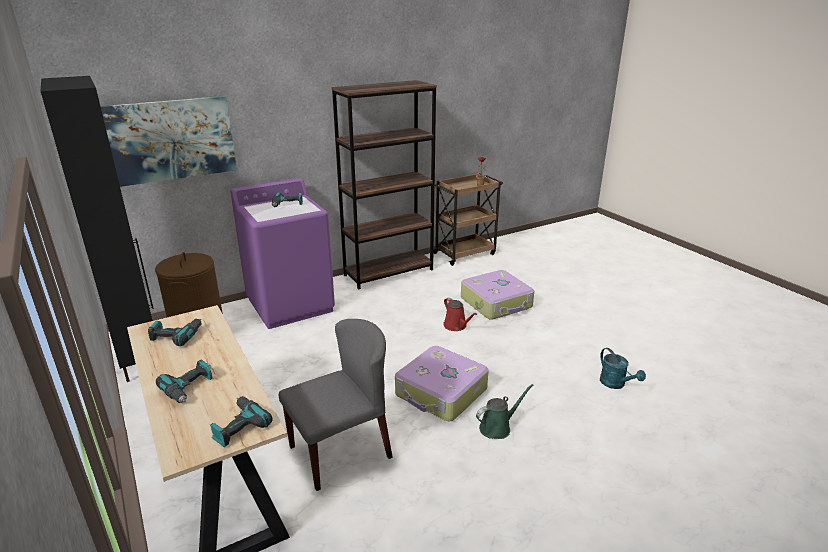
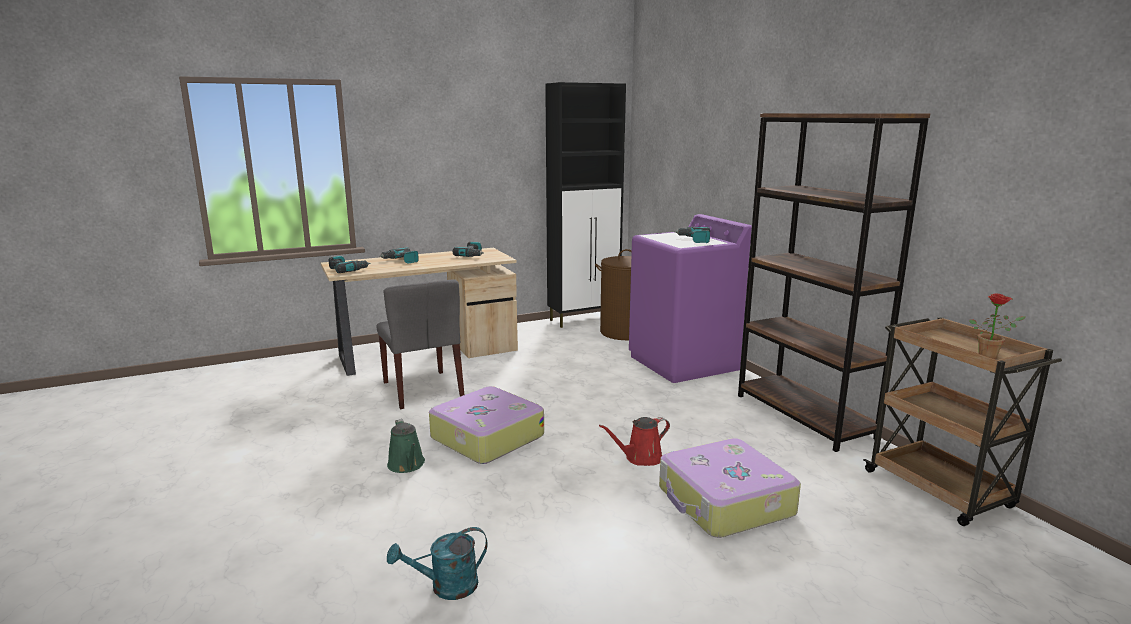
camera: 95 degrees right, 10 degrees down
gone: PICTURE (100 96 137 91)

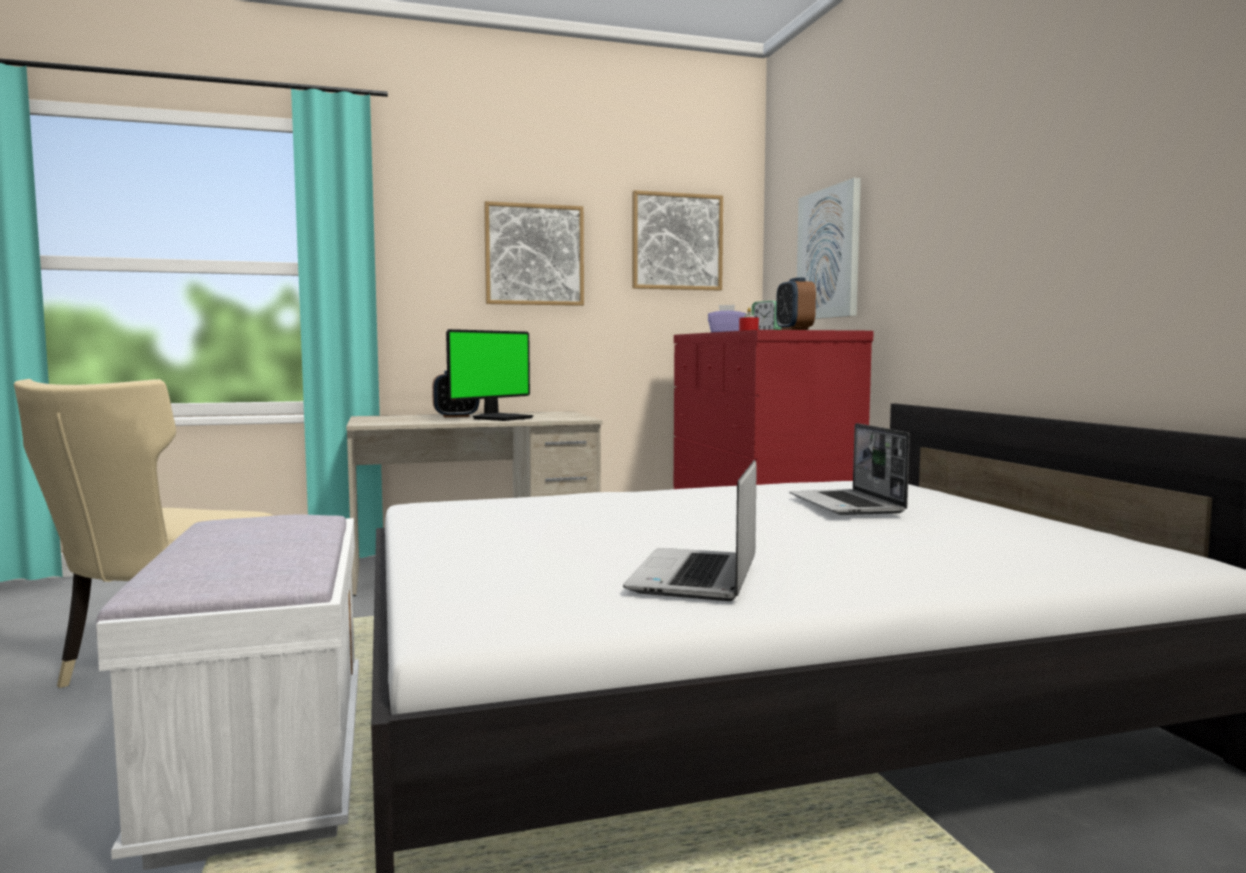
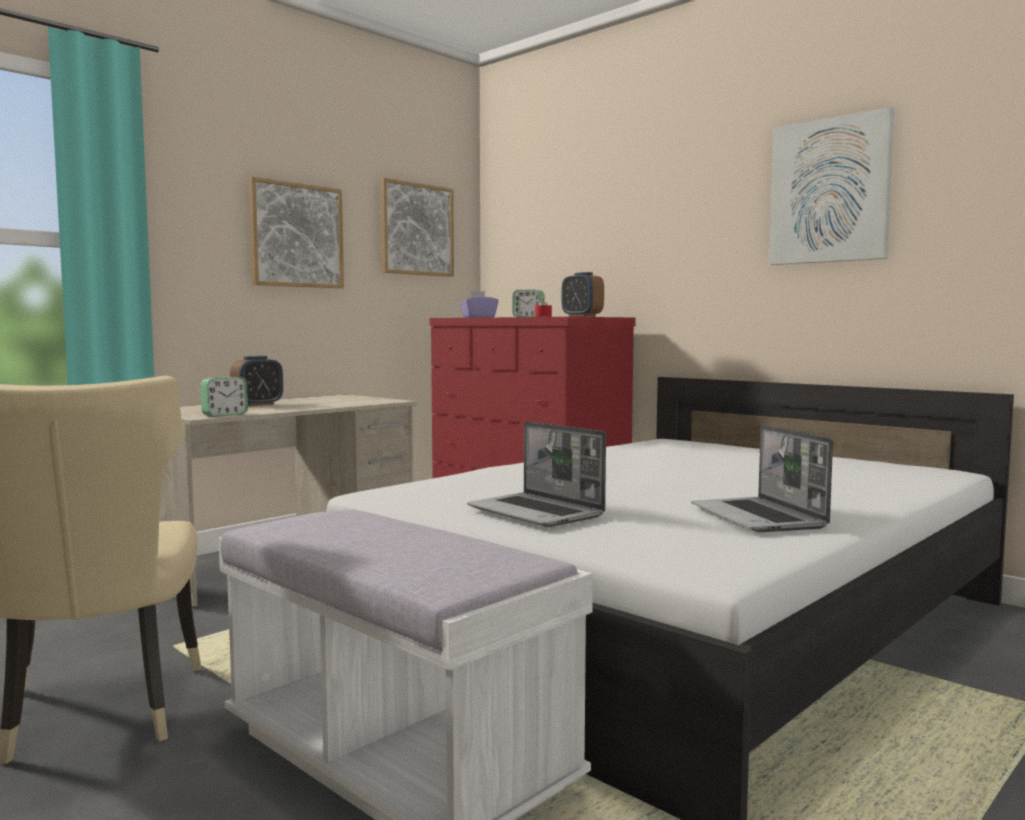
camera: 30 degrees left, 0 degrees up
gone: MONITOR (446 329 87 92)
new: ALARM CLOCK (200 377 48 40)
shifted: PORTABLE COMPUTER (789 423 121 92) to (467 421 139 106); PICTURE (797 178 64 141) to (769 107 125 158)

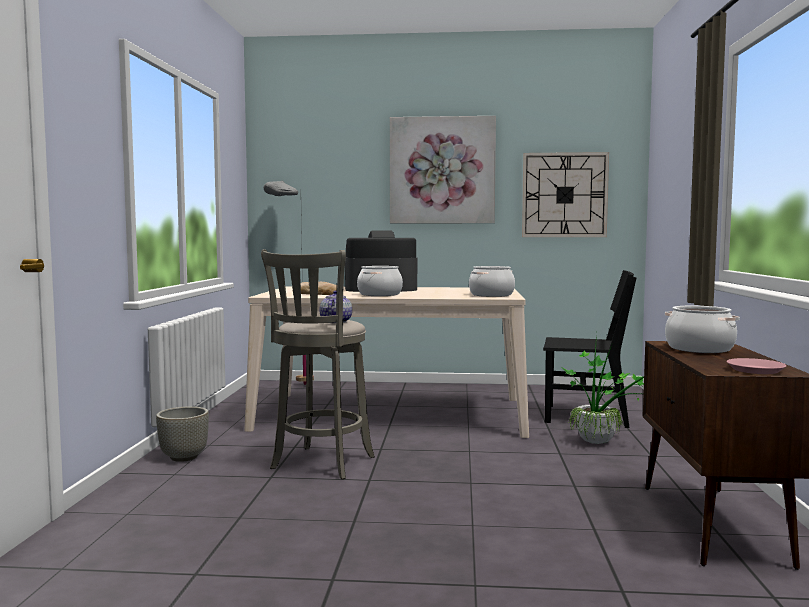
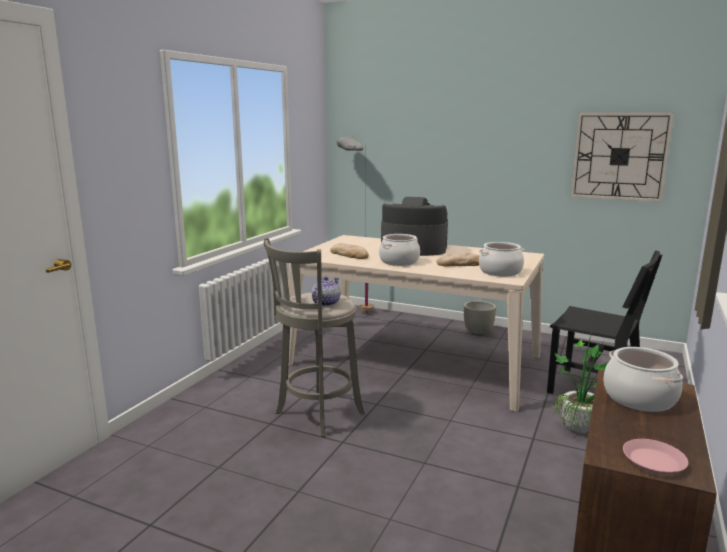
camera: 20 degrees right, 10 degrees up
gone: PICTURE (390 116 106 107)
new: BAKED BREAD (436 253 44 14)
shifted: GREY PLANT POT (156 406 53 56) to (464 301 32 35)

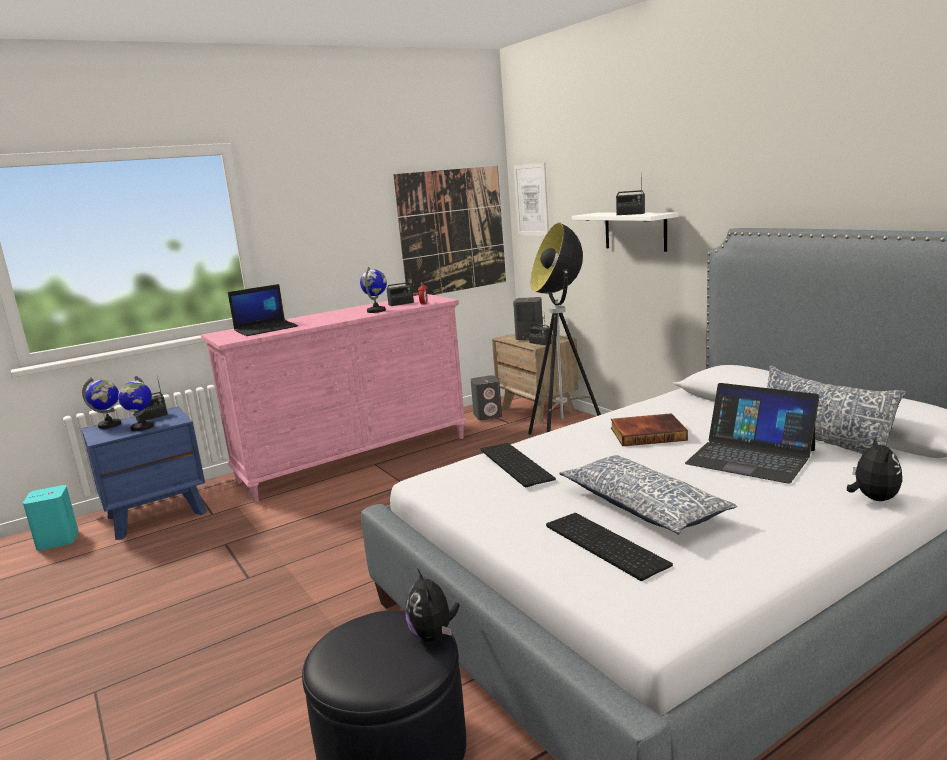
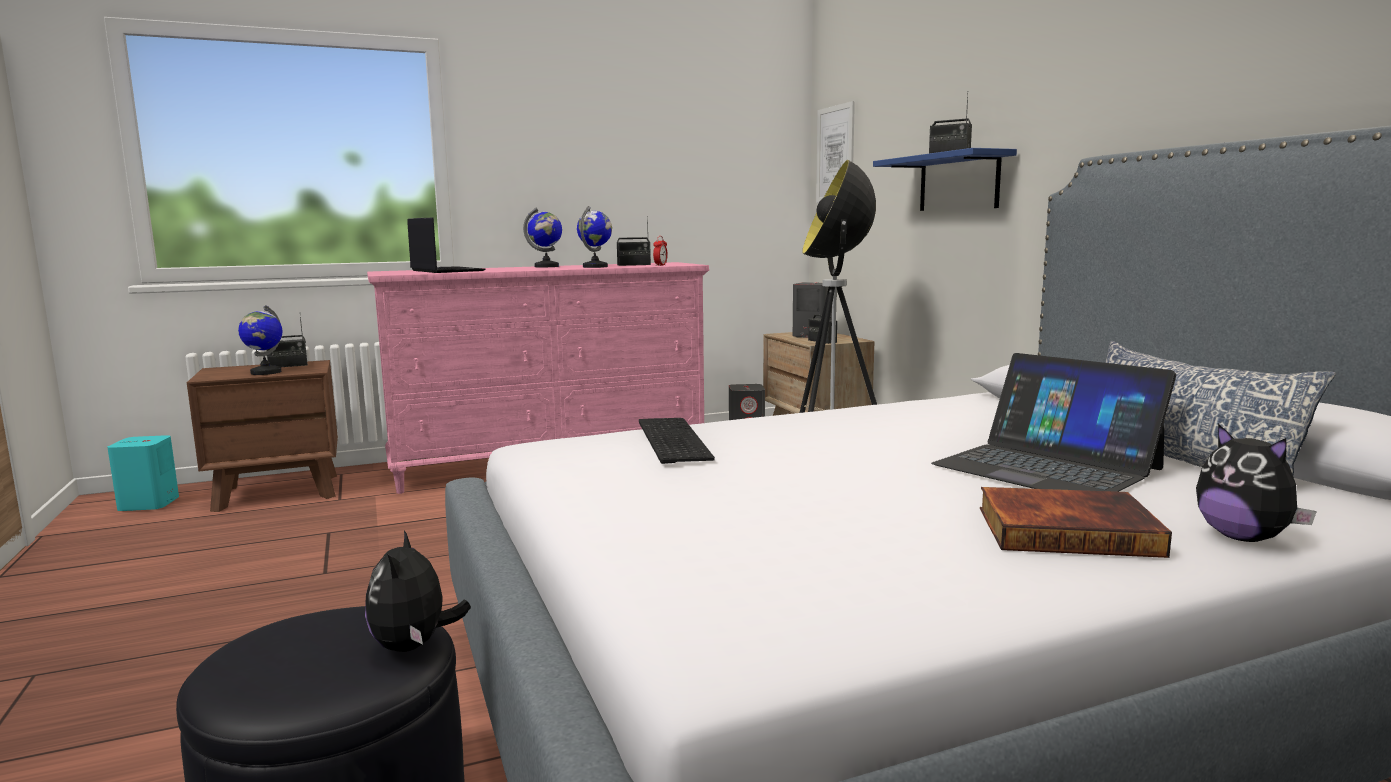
camera: 10 degrees right, 5 degrees down
gone: PICTURE (393 166 113 130); PC KEYBOARD (546 513 127 68); THROW PILLOW (559 455 178 79)
shifted: GLOBE (82 377 39 52) to (523 207 39 60); BOUND BOOK (611 413 77 33) to (980 487 192 71)
repainted: BLUISH NIGHT TABLE (81 406 126 134) to BROWNISH NIGHT TABLE (187 360 151 152); WHITE SHELF (572 213 106 39) to BLUISH SHELF (873 148 144 63)
rotated: PORTABLE COMPUTER (228 284 70 52) = (407 218 79 55) 105 degrees counterclockwise; SOFT TOY (847 437 55 64) = (1196 424 121 118) 135 degrees clockwise

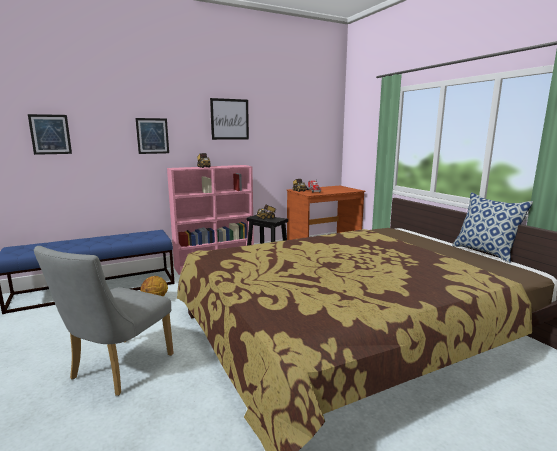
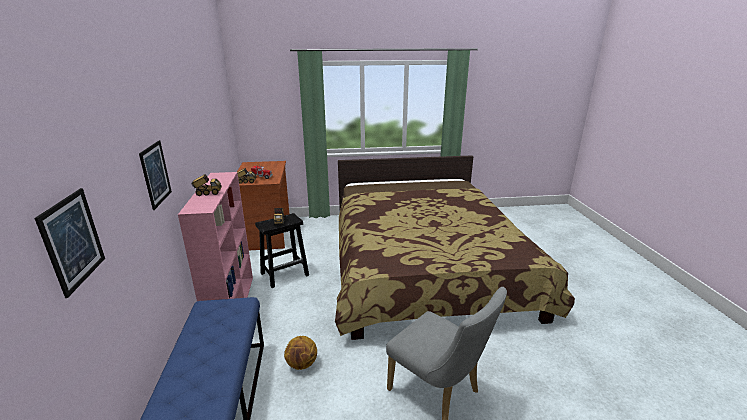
camera: 70 degrees left, 10 degrees up
gone: PICTURE (210 98 39 42); THROW PILLOW (452 192 81 71)

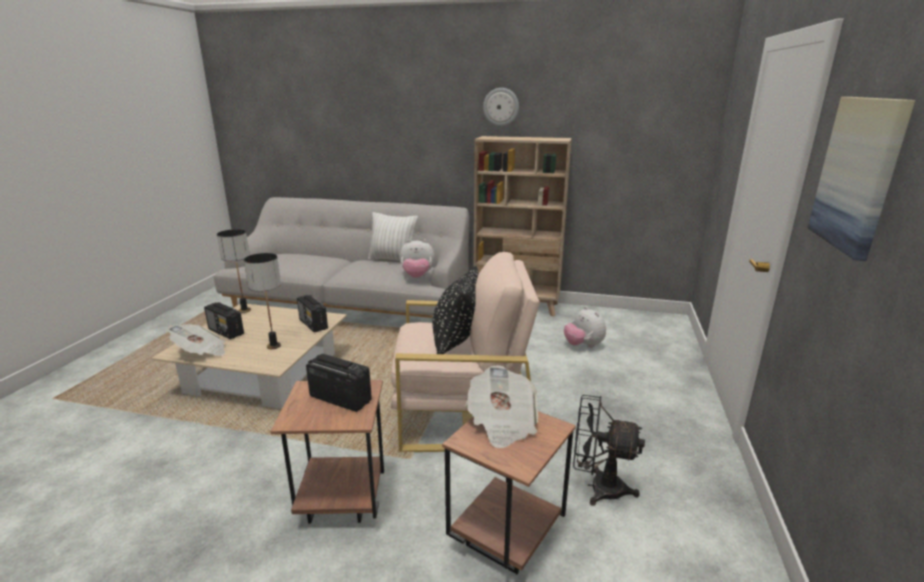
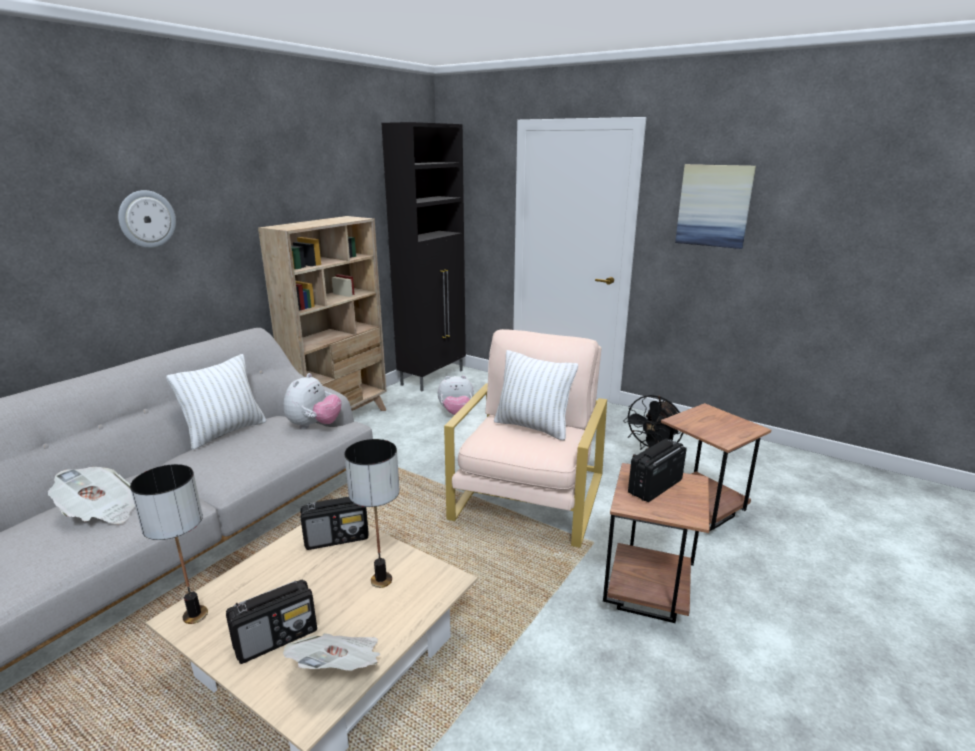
camera: 70 degrees left, 0 degrees up
new: BLACK-COLOURED CUPBOARD (381 122 85 269)
shifted: DAILY PAPER (466 365 72 84) to (48 467 87 57); CLOCK ON THE WALL (483 88 36 38) to (118 190 58 58)
repainted: BLACK-COLOURED THROW PILLOW (432 266 47 88) to WHITE THROW PILLOW (494 350 84 91)

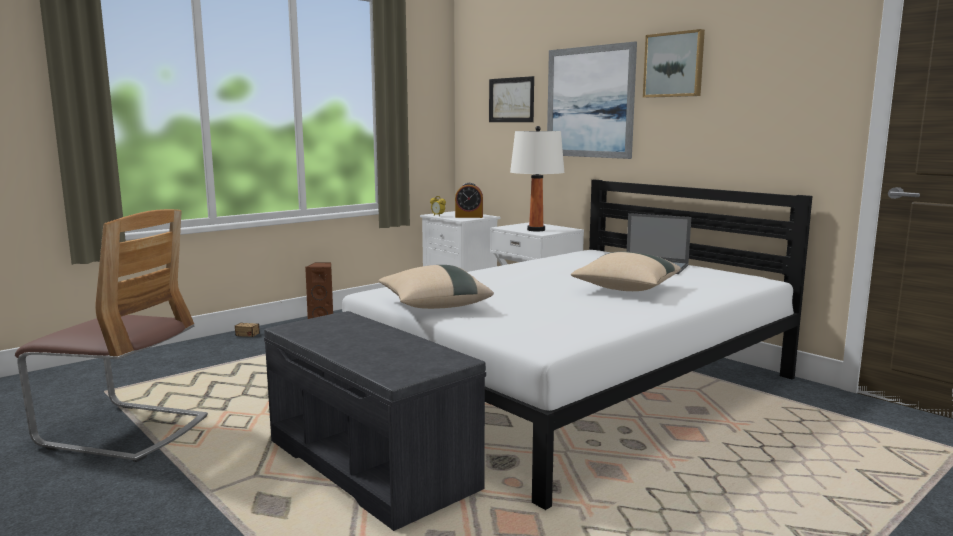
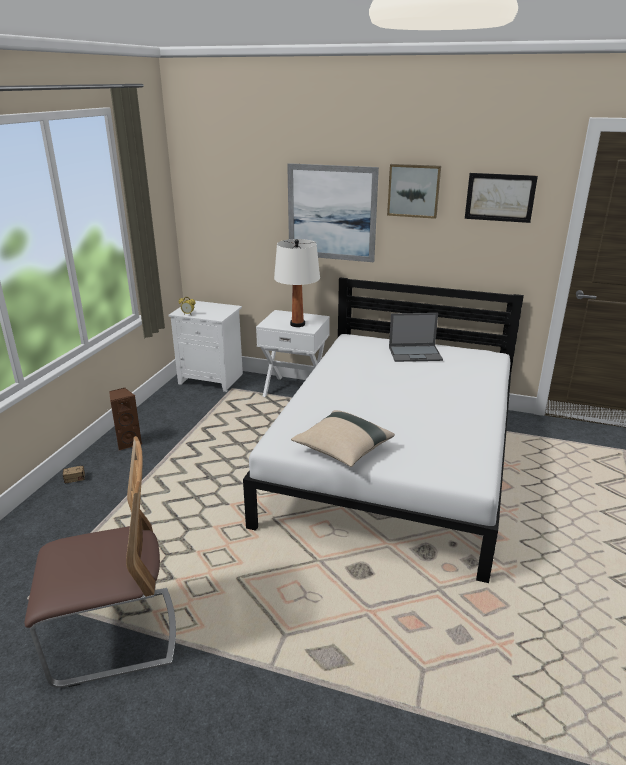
camera: 30 degrees left, 15 degrees up
gone: GREY LONG SEAT (264 311 222 220); ALARM CLOCK (455 183 28 35); SAND-COLOURED THROW PILLOW (571 252 110 39)
shifted: PICTURE (489 76 45 46) to (465 173 73 50)

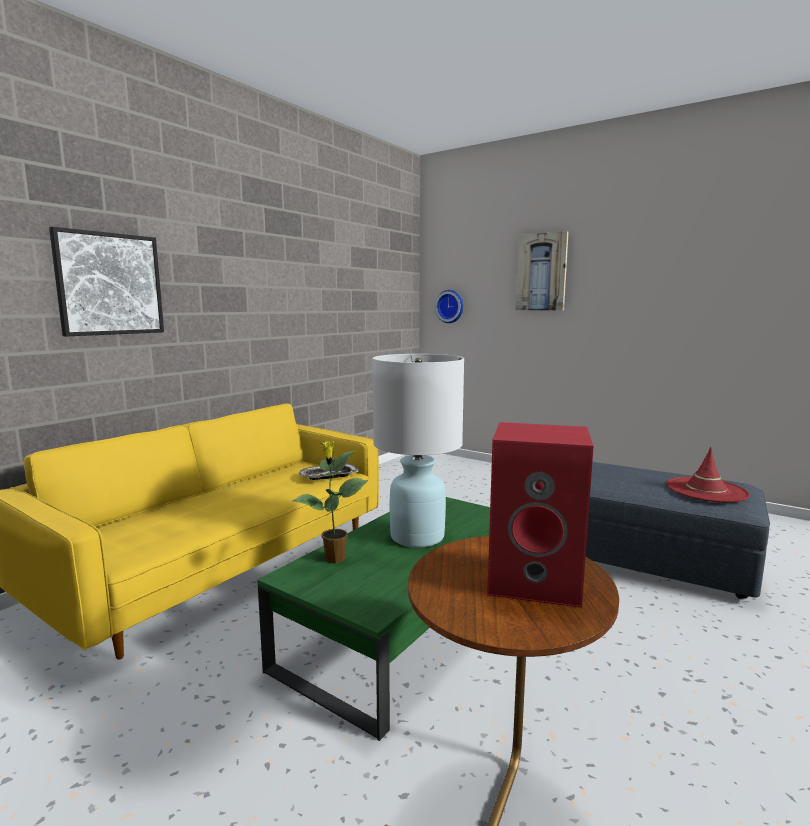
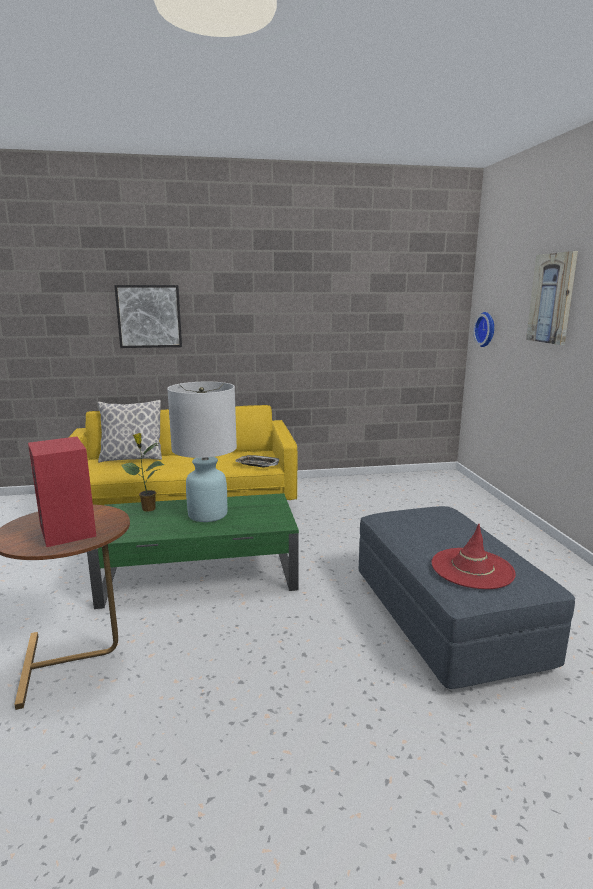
camera: 45 degrees right, 5 degrees up
new: THROW PILLOW (97 400 65 63)

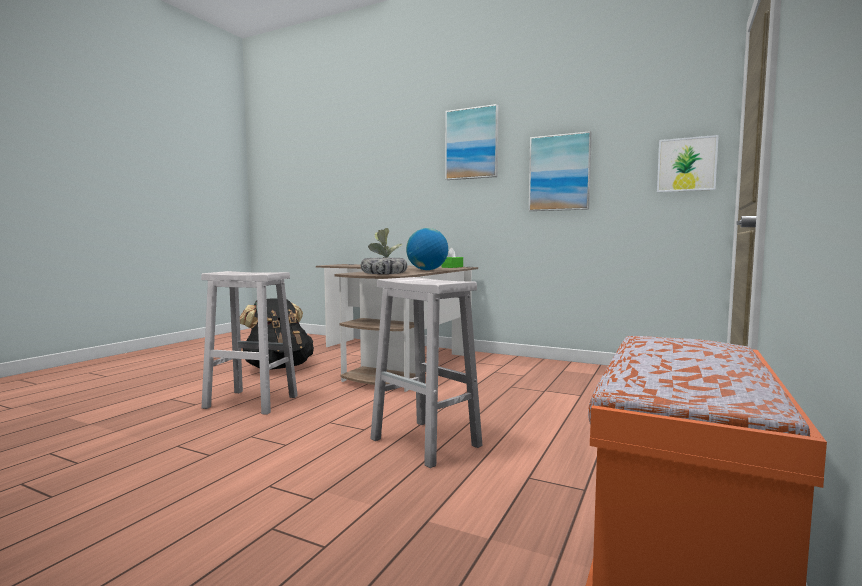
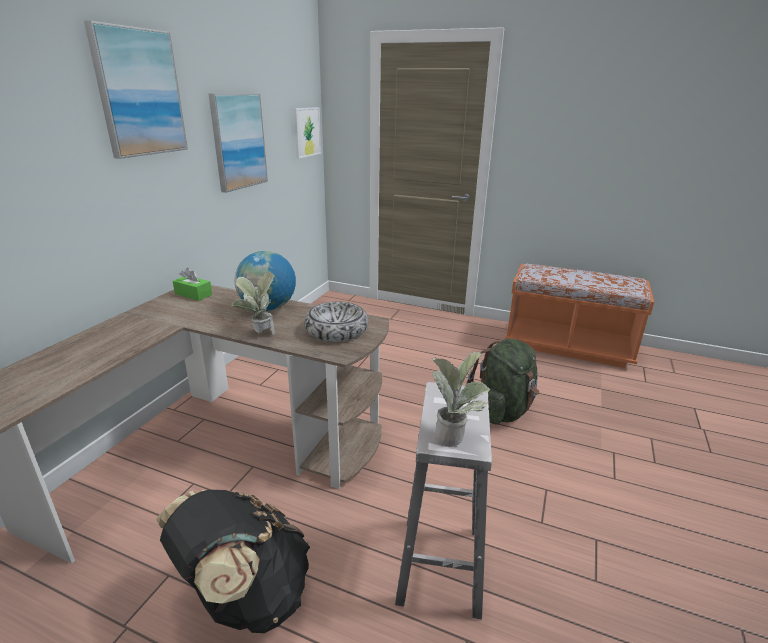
camera: 95 degrees left, 20 degrees up
new: PLANT IN A POT (431 352 60 95)
swapped: WHITE STOOL (370 277 112 191) to GREEN KNAPSACK (467 338 73 86)

